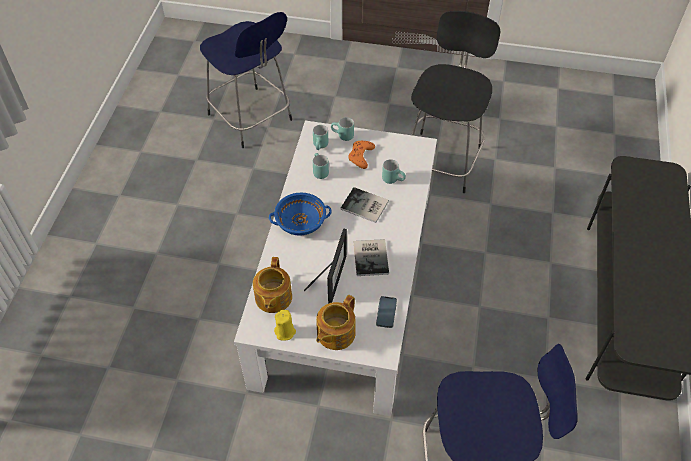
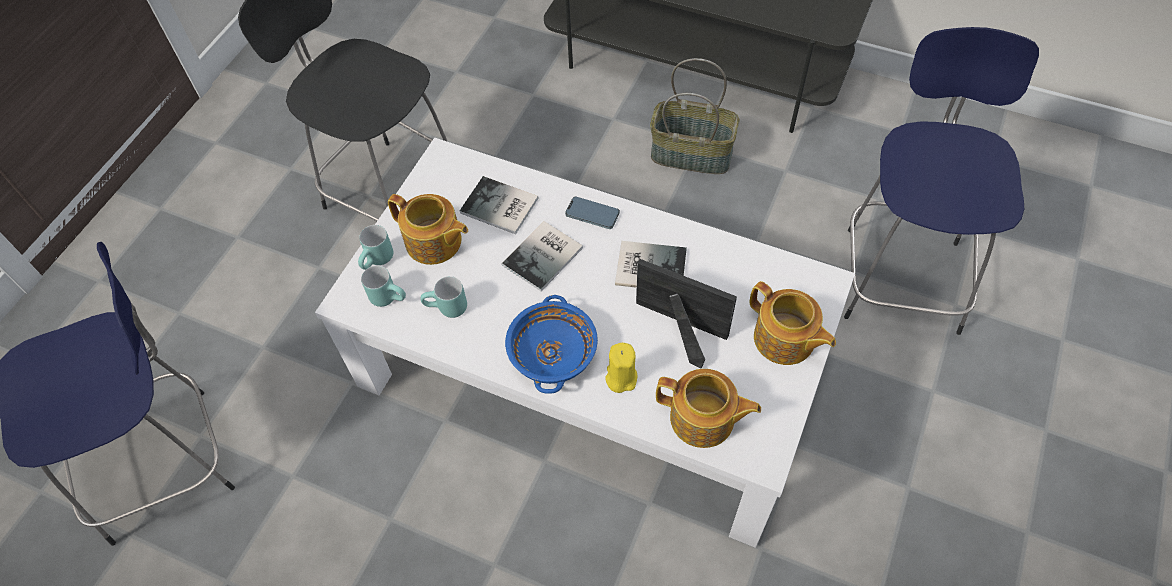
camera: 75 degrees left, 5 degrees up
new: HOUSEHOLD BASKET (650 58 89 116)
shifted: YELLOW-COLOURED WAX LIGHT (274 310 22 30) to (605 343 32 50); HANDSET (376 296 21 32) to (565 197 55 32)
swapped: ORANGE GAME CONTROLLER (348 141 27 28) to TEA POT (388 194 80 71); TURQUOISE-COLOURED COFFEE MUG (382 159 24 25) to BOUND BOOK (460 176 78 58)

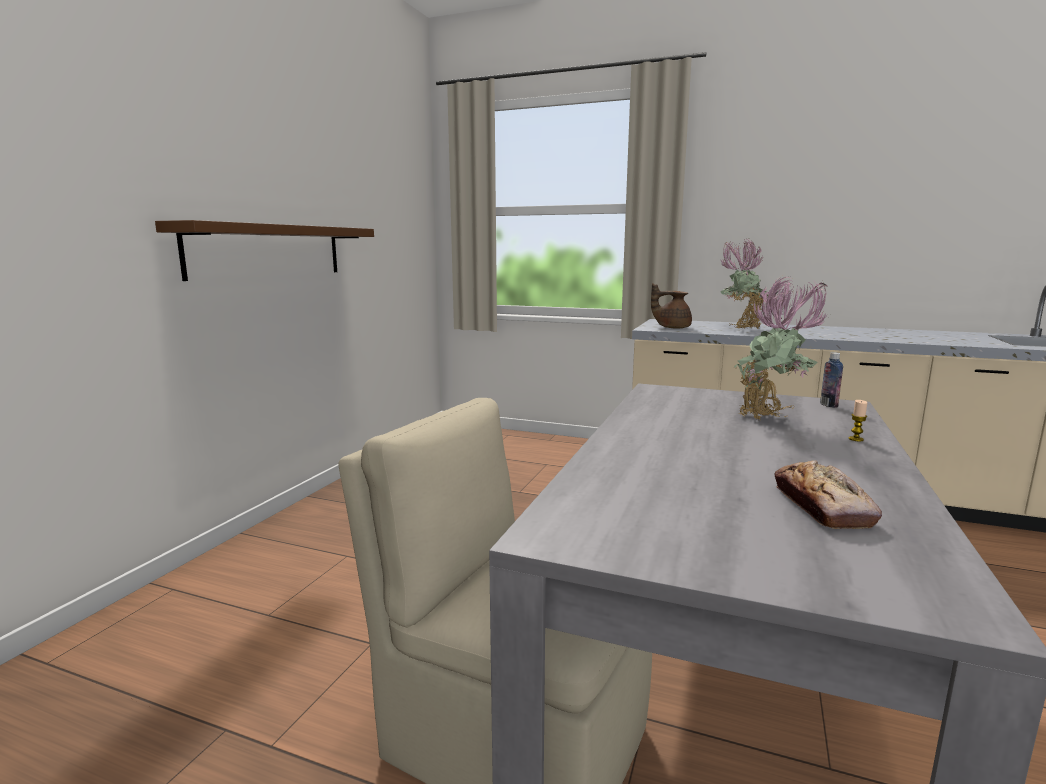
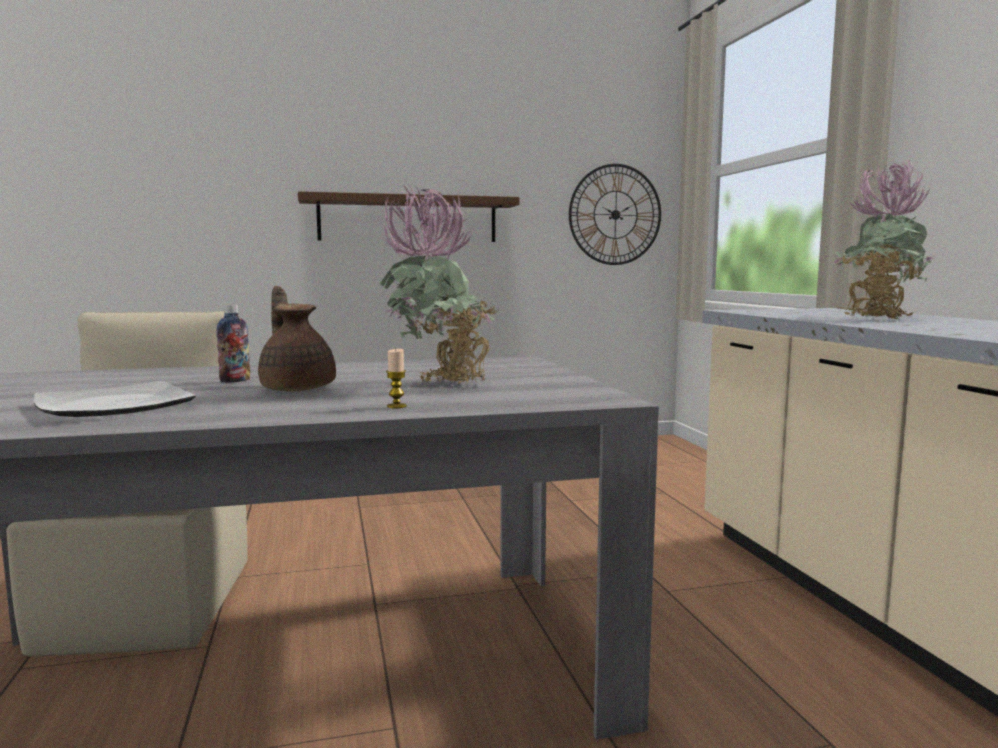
camera: 55 degrees right, 5 degrees down
new: CLOCK ON THE WALL (569 164 92 101)
shifted: BROWNISH TEA POT (651 283 41 45) to (258 286 78 105); BOTTLE (820 352 23 56) to (216 305 34 78)
swapped: BAKED BREAD (775 460 107 69) to DINNER PLATE (34 381 162 36)

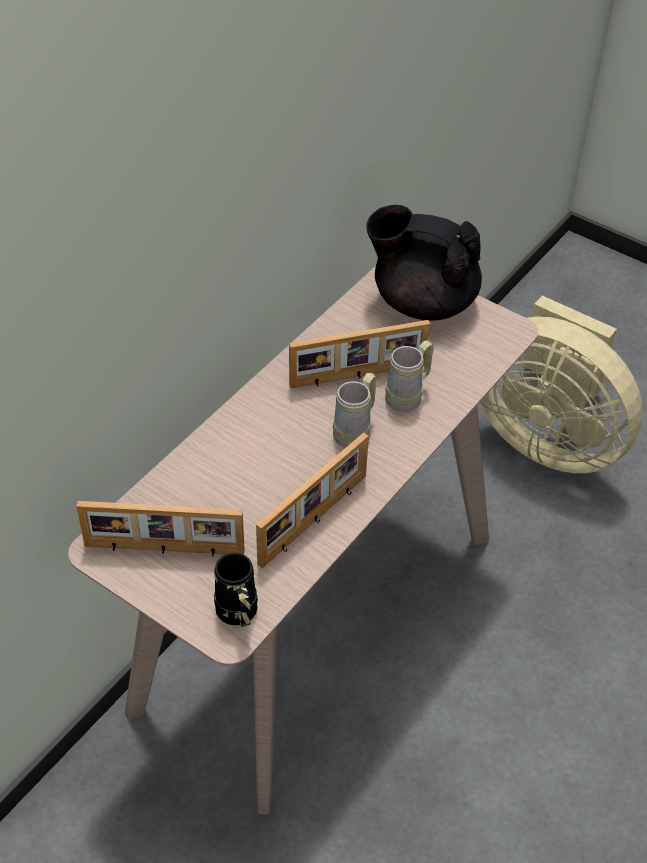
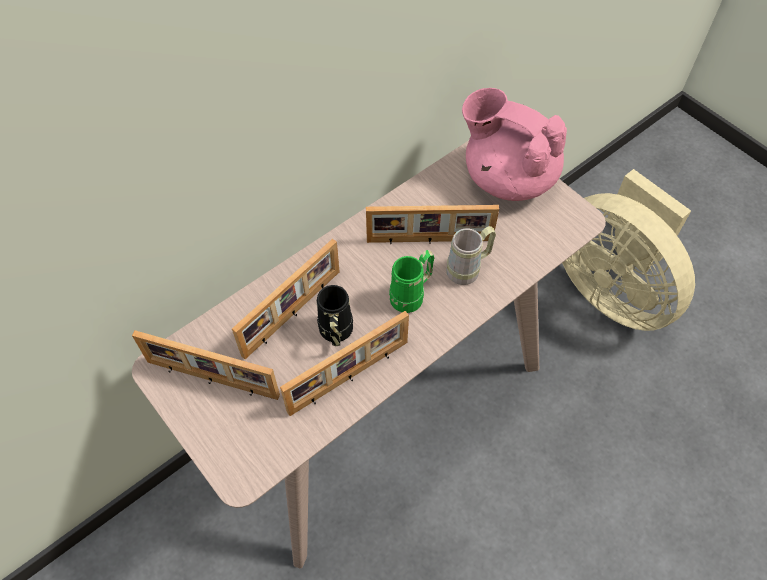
camera: 15 degrees right, 10 degrees up
new: PICTURE FRAME (232 239 108 120)
shifted: BLACK-COLOURED COFFEE MUG (214 552 44 75) to (317 285 36 61)
repainted: SAND-COLOURED COFFEE MUG (333 373 44 75) to GREEN COFFEE MUG (389 250 45 63); BLACK-COLOURED TEA POT (366 205 116 115) to PINKISH TEA POT (462 88 105 113)

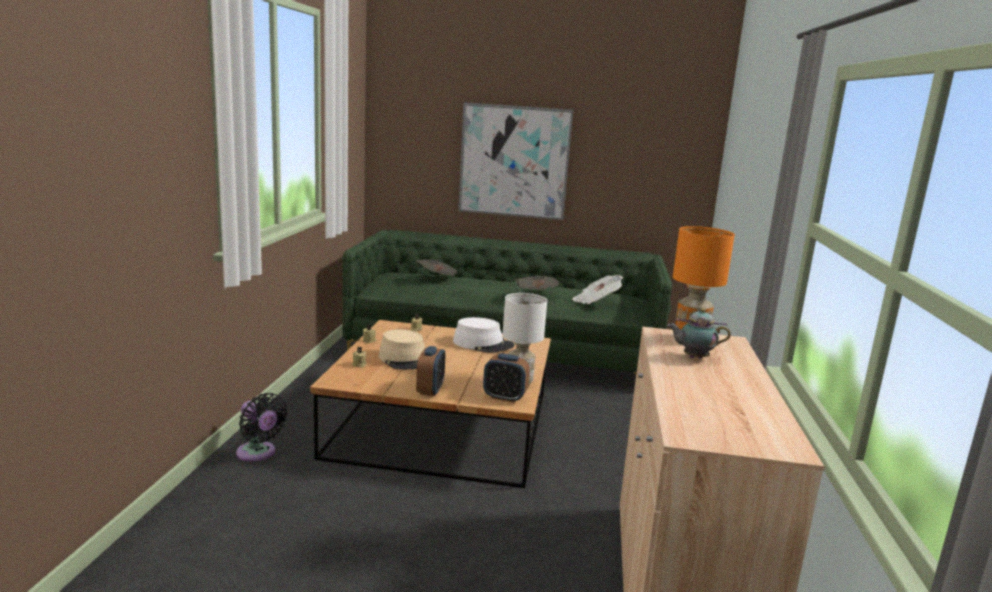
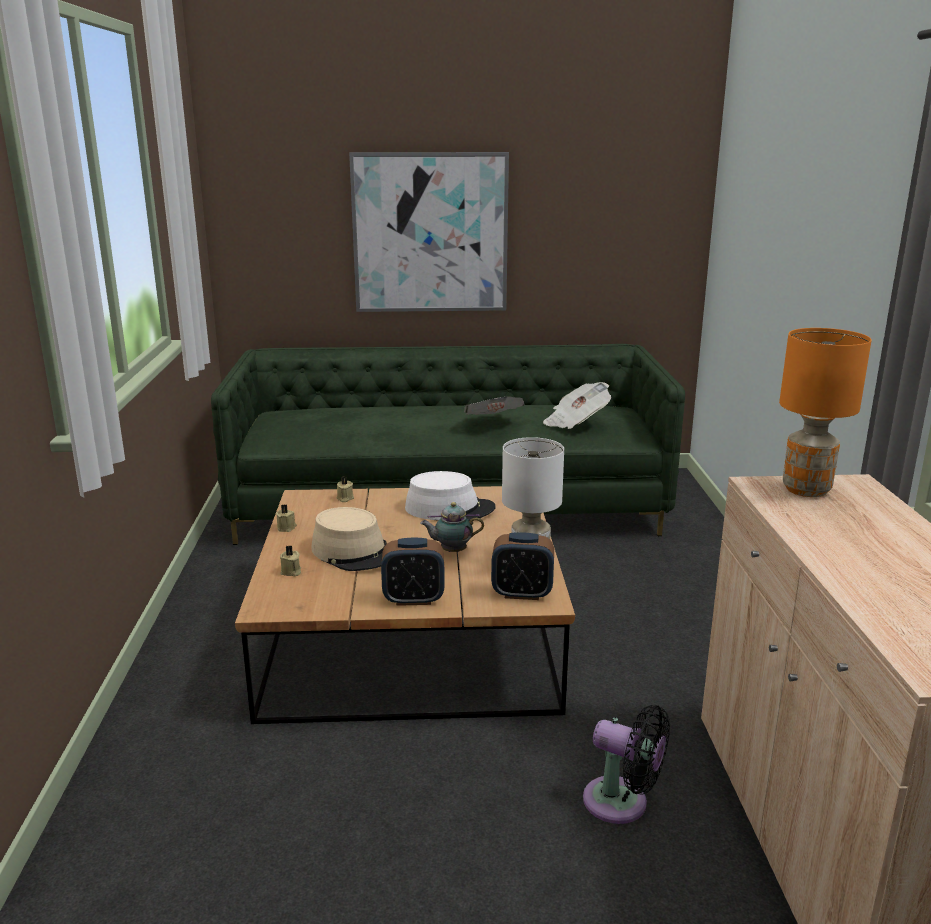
camera: 10 degrees left, 5 degrees up
gone: DAILY PAPER (416 259 42 17)
shifted: BLACK-COLOURED COOLING FAN (236 393 52 69) to (583 705 87 119); TEA POT (667 308 64 51) to (420 502 64 50)
rotated: ALARM CLOCK (416 346 29 50) = (381 538 64 68) 90 degrees clockwise

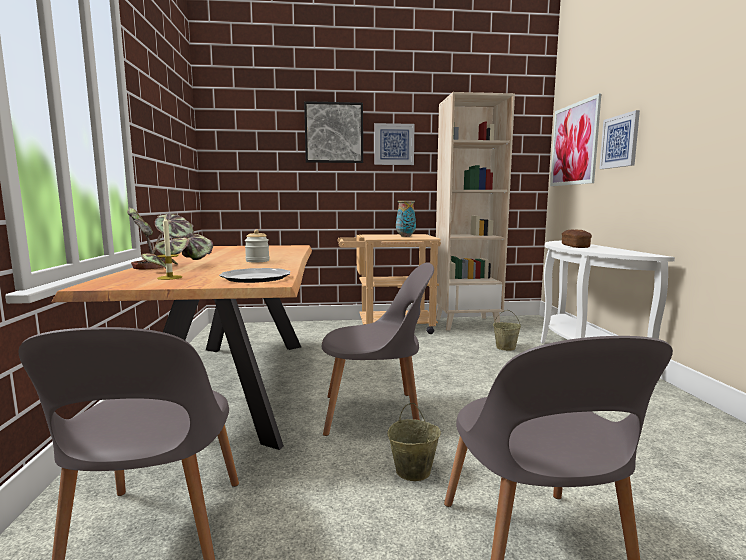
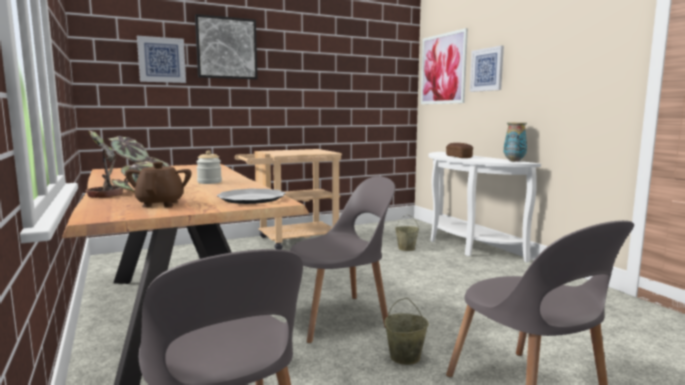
camera: 20 degrees left, 0 degrees up
gone: SAND-COLOURED BOOKCASE (436 92 79 239)
shifted: PICTURE (375 123 40 42) to (137 36 49 47); DECORATIVE VASE (396 201 20 36) to (504 122 23 39)
swapped: WAX LIGHT (157 216 25 64) to BROWNISH TEA POT (125 162 67 45)

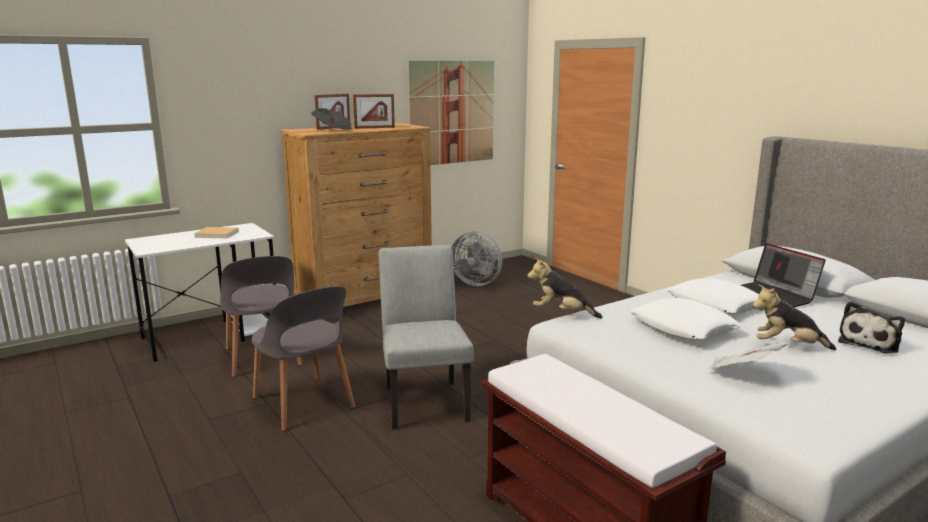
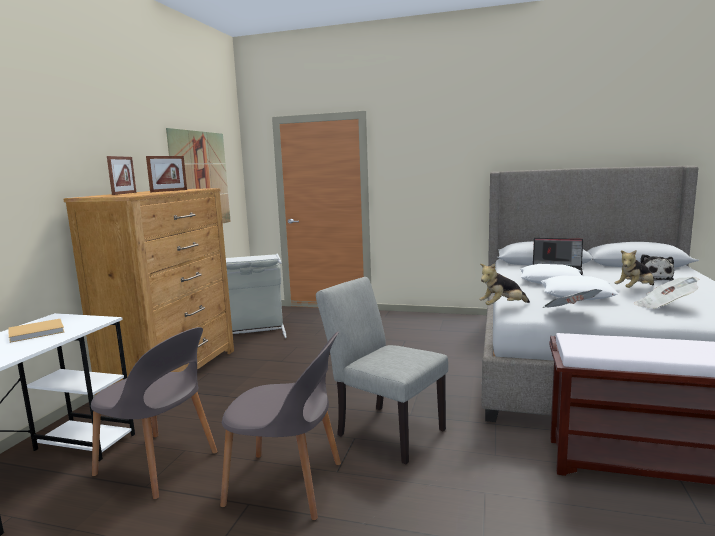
camera: 40 degrees left, 5 degrees down
shifted: DAILY PAPER (311 108 42 22) to (543 289 59 19)
swapped: GREY COOLING FAN (452 232 50 54) to GREY LAUNDRY BASKET (226 254 61 84)

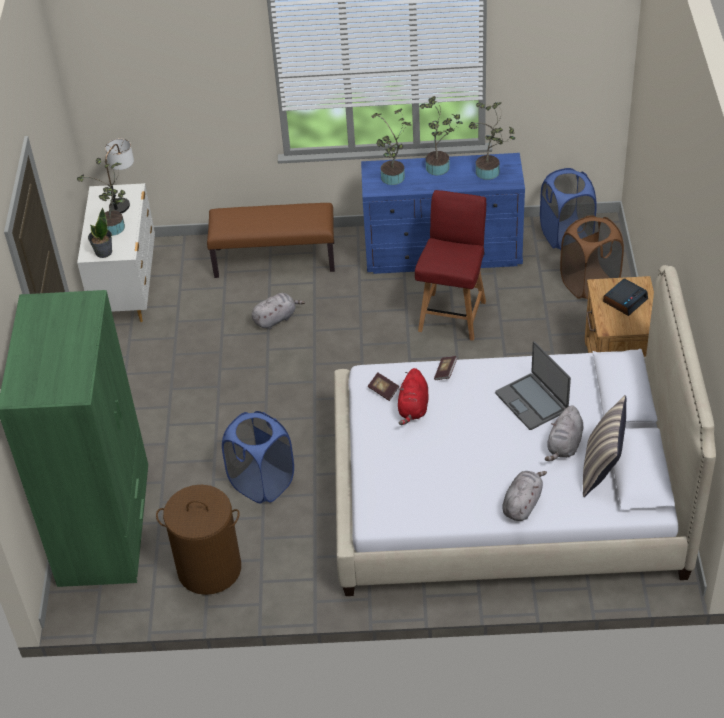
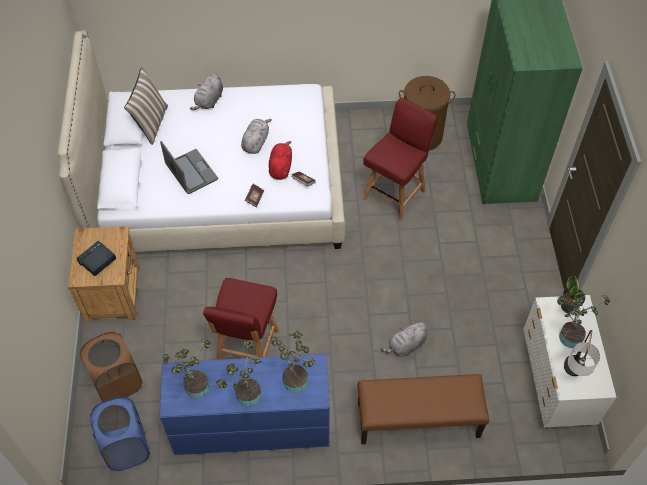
camera: 175 degrees right, 10 degrees up
shifted: GREY SOFT TOY (545 405 38 56) to (241 119 31 35)
swapped: BLUISH LAUNDRY BASKET (222 411 72 93) to RED PLAIN CHAIR (363 97 75 124)

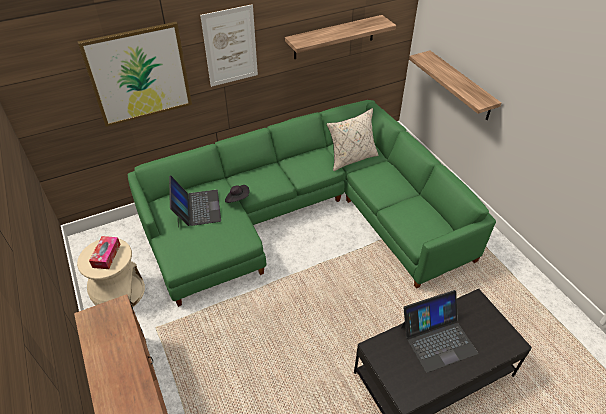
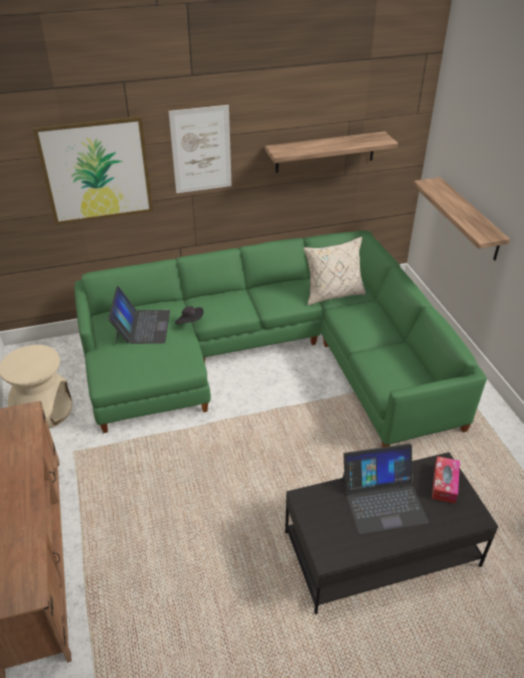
camera: 10 degrees right, 5 degrees down
shifted: TISSUE BOX (89 236 32 33) to (432 456 28 48)

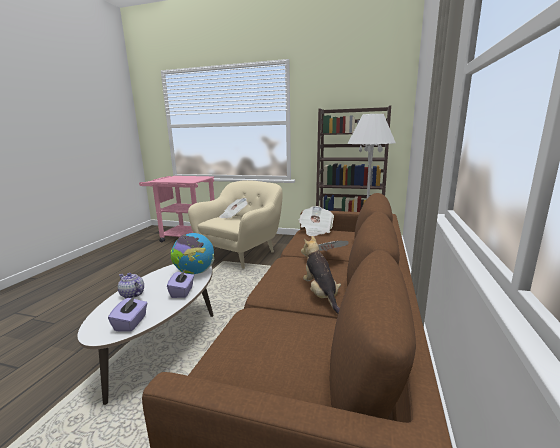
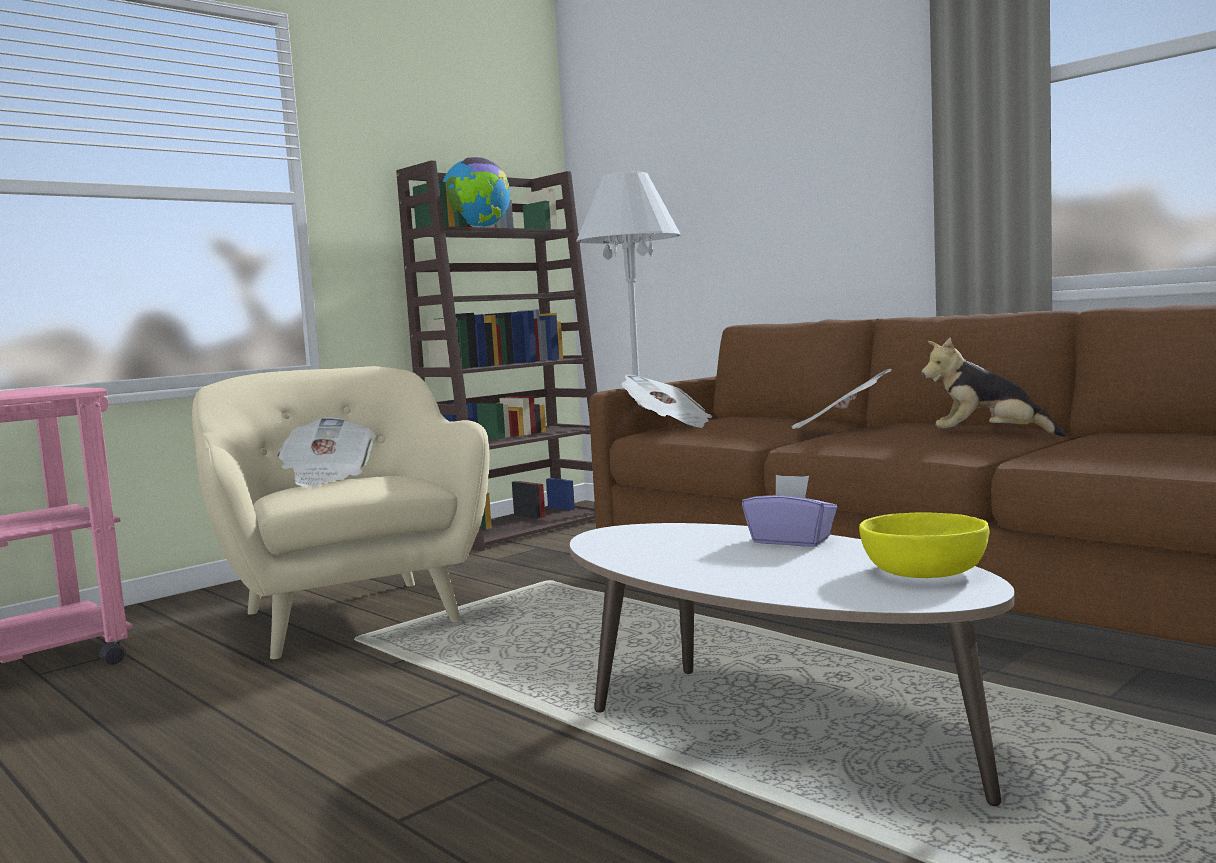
camera: 60 degrees left, 10 degrees down
gone: TEA POT (118 273 26 25)
shifted: GLOBE (170 233 44 41) to (443 157 68 70)
swapped: PURPLISH TISSUE BOX (108 296 39 36) to YELLOW-COLOURED SERVING BOWL (859 512 130 66)

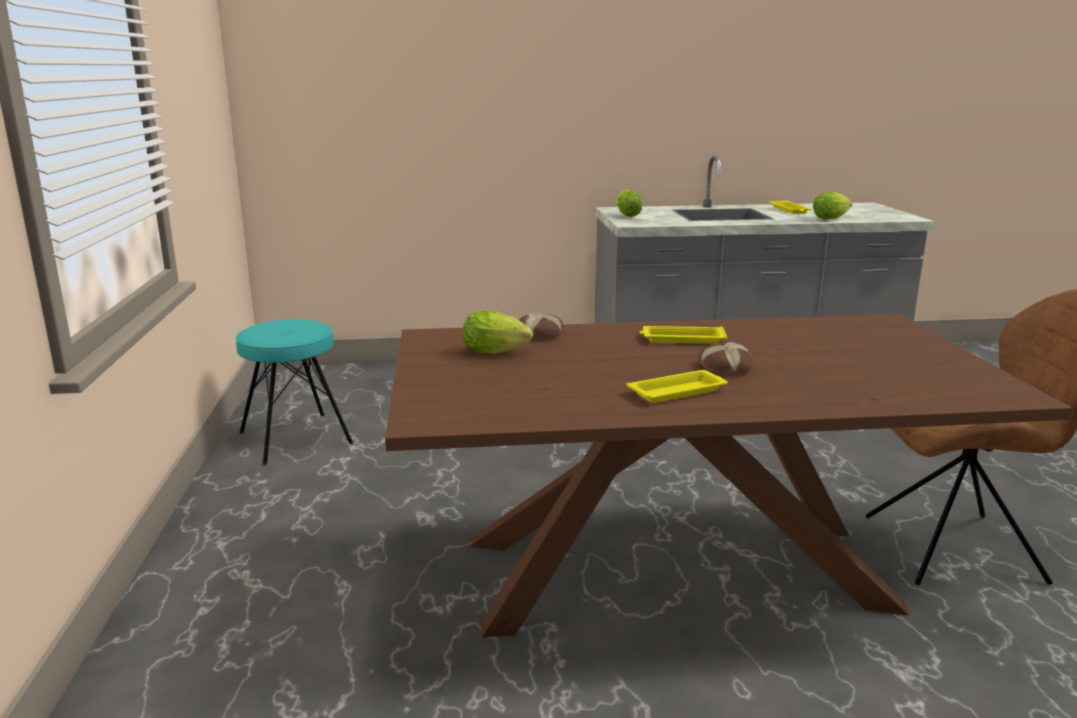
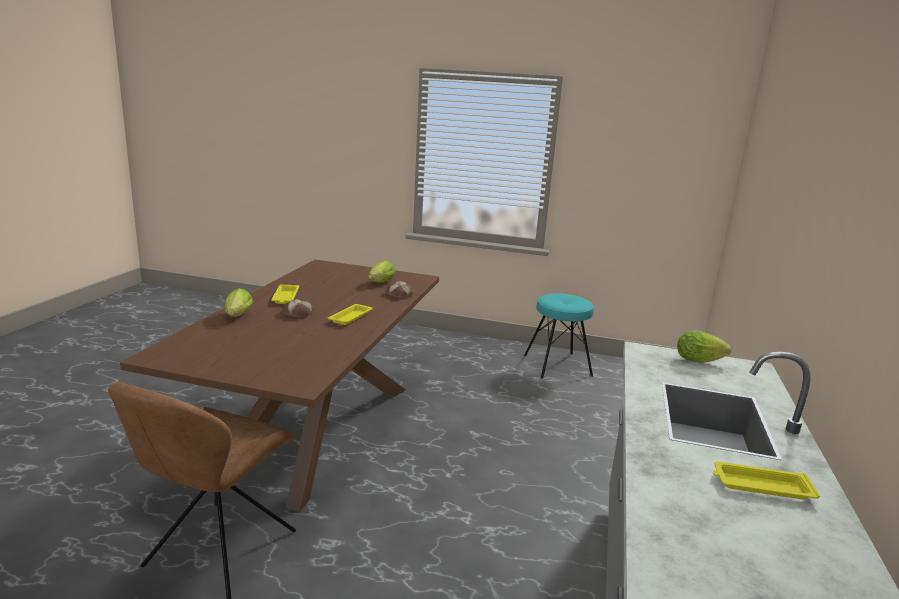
camera: 110 degrees right, 0 degrees up
shifted: LETTUCE (813 192 39 27) to (225 288 28 29)

